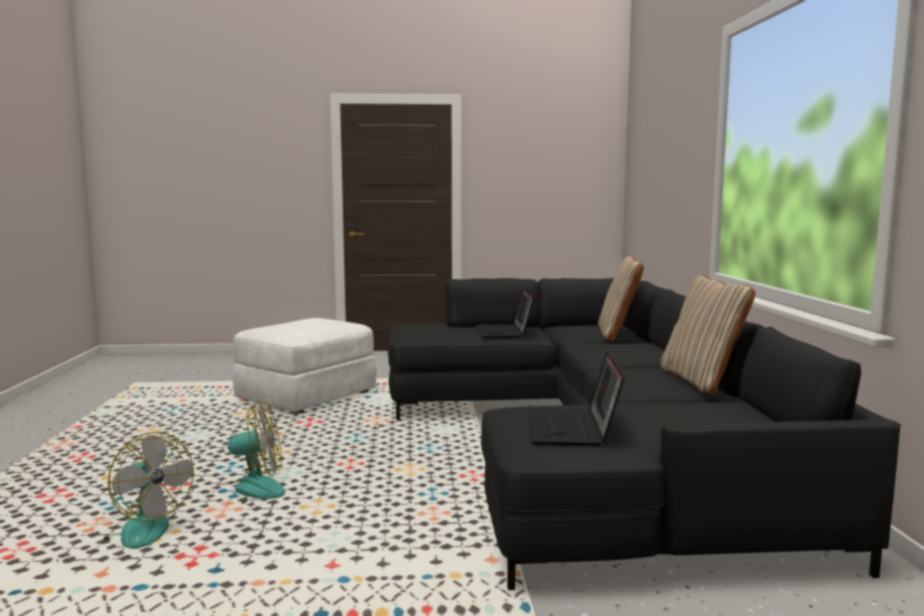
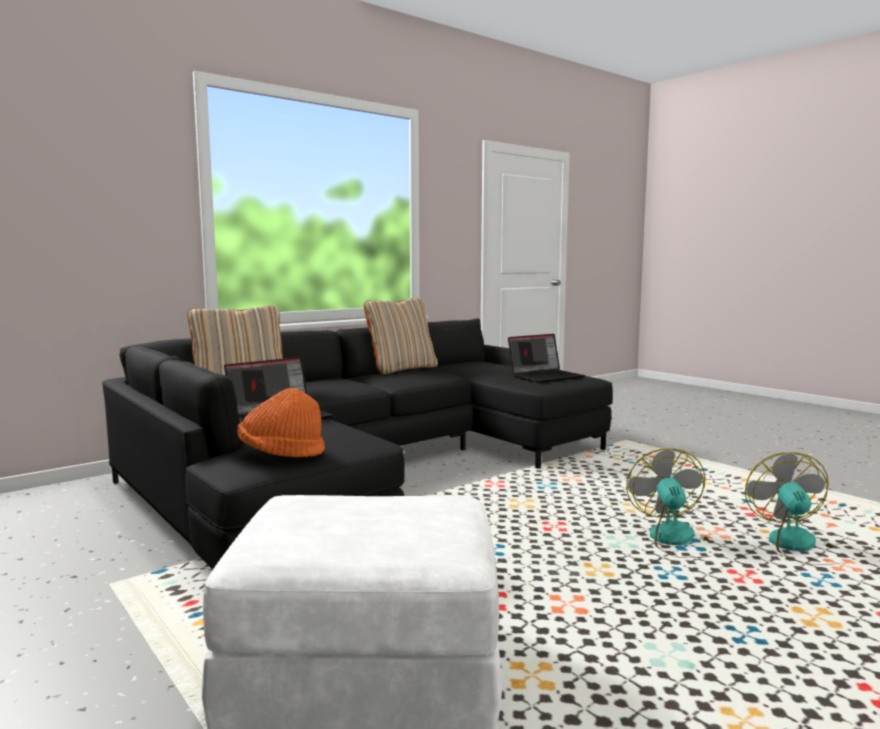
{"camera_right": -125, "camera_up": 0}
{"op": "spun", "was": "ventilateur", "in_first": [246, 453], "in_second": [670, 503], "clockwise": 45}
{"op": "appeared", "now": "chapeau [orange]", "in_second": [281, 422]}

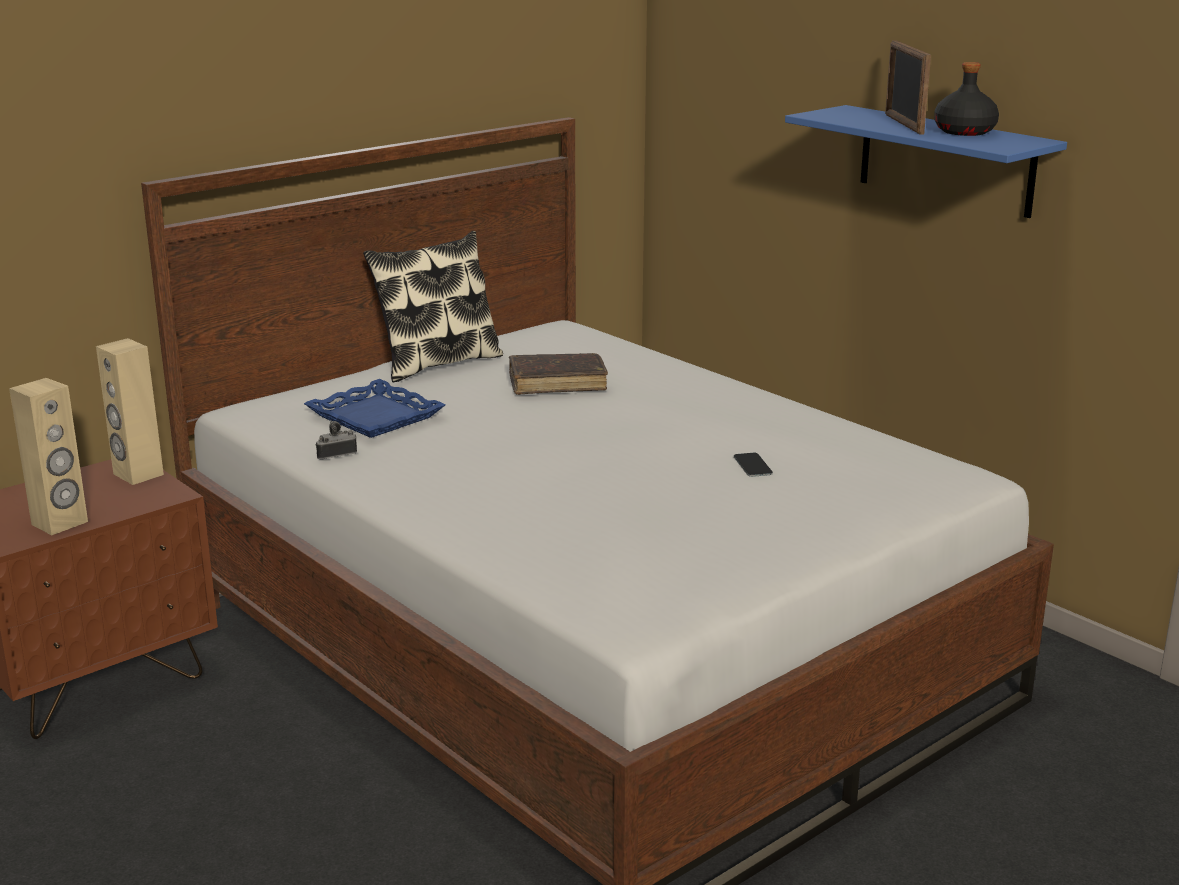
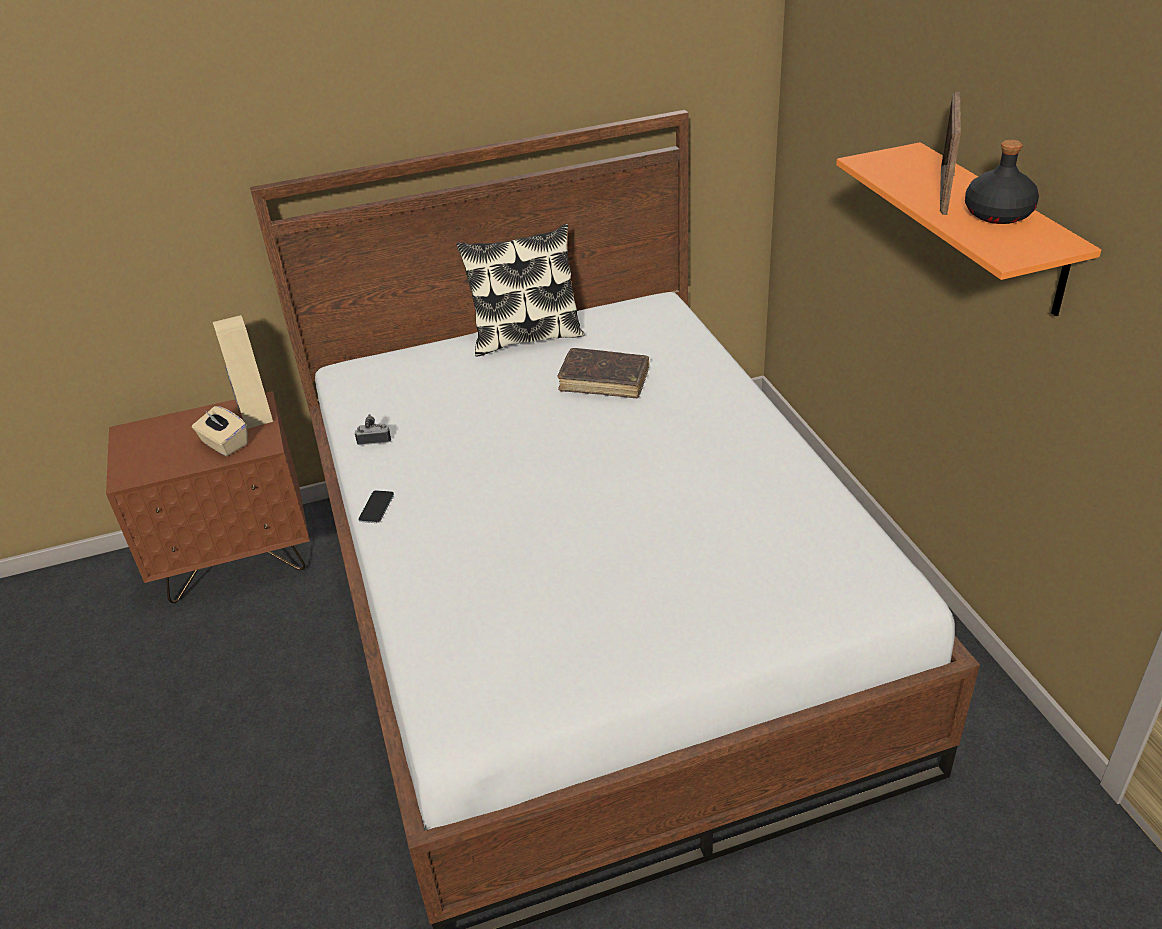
{"camera_right": 25, "camera_up": 15}
{"op": "missing", "was": "enceinte [beige]", "in_first": [48, 456]}
{"op": "missing", "was": "plateau [bleu]", "in_first": [374, 408]}
{"op": "relocated", "was": "téléphone", "in_first": [753, 465], "in_second": [376, 506]}
{"op": "colour", "was": "étagère [bleu]", "now": "étagère [orange]", "in_first": [926, 161], "in_second": [968, 229]}
{"op": "appeared", "now": "boîte à mouchoirs [beige]", "in_second": [220, 431]}

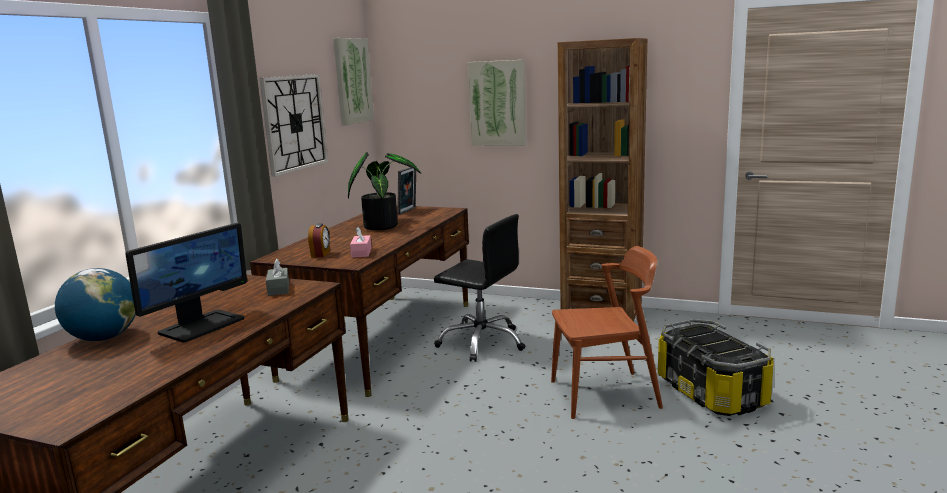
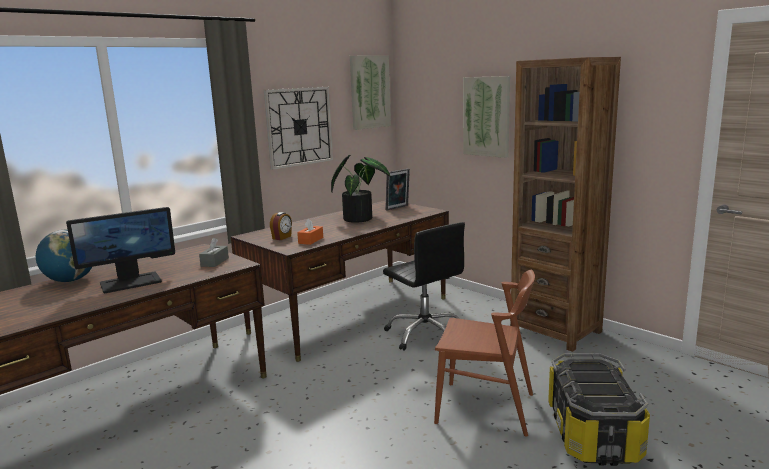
{"camera_right": 25, "camera_up": 0}
{"op": "colour", "was": "boîte à mouchoirs [rose]", "now": "boîte à mouchoirs [orange]", "in_first": [360, 242], "in_second": [310, 231]}

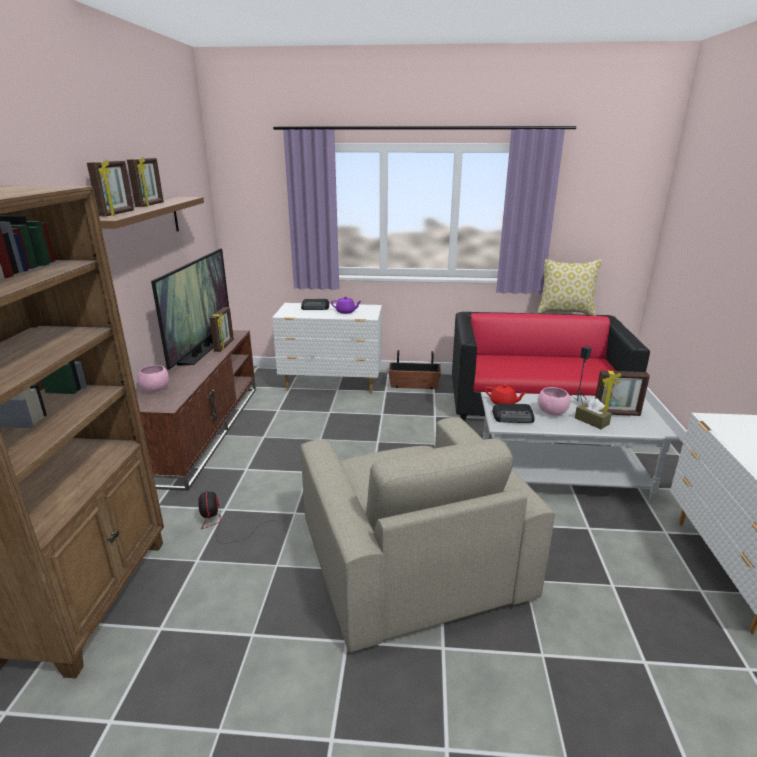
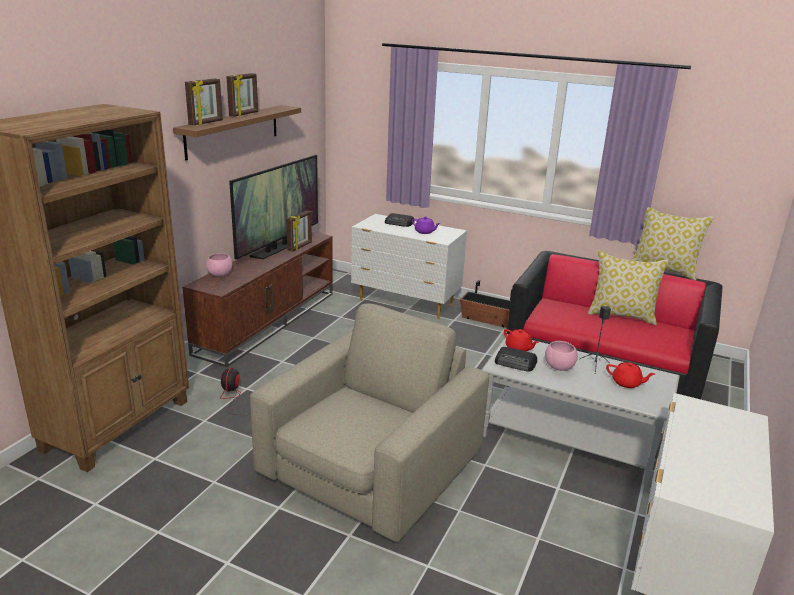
{"camera_right": 20, "camera_up": 0}
{"op": "spun", "was": "fauteuil [beige]", "in_first": [427, 534], "in_second": [369, 422], "clockwise": -150}
{"op": "missing", "was": "boîte à mouchoirs [marron]", "in_first": [593, 413]}
{"op": "exchanged", "was": "cadre photo", "now": "théière [rouge]", "in_first": [622, 393], "in_second": [630, 375]}
{"op": "appeared", "now": "coussin", "in_second": [628, 288]}

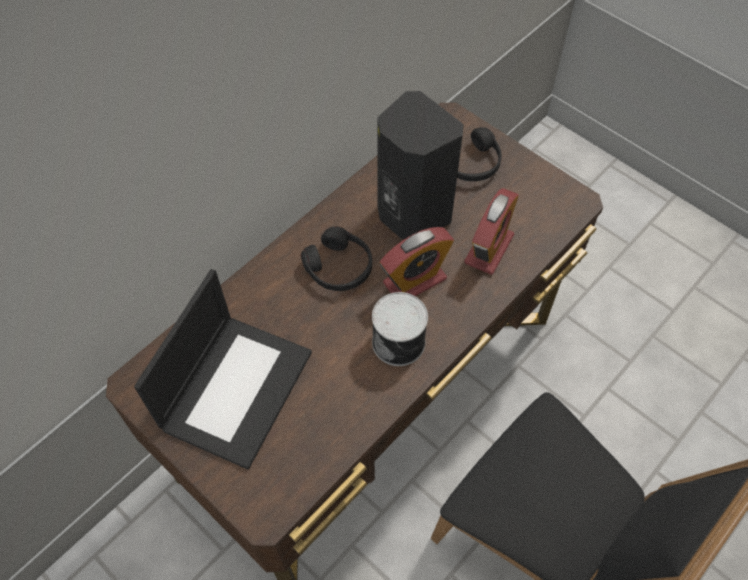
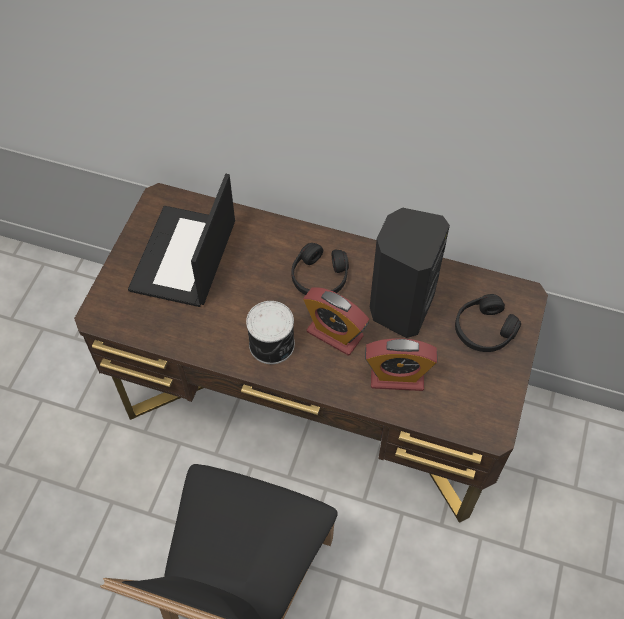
{"camera_right": 65, "camera_up": 0}
{"op": "spun", "was": "ordinateur portable", "in_first": [223, 369], "in_second": [181, 240], "clockwise": 105}

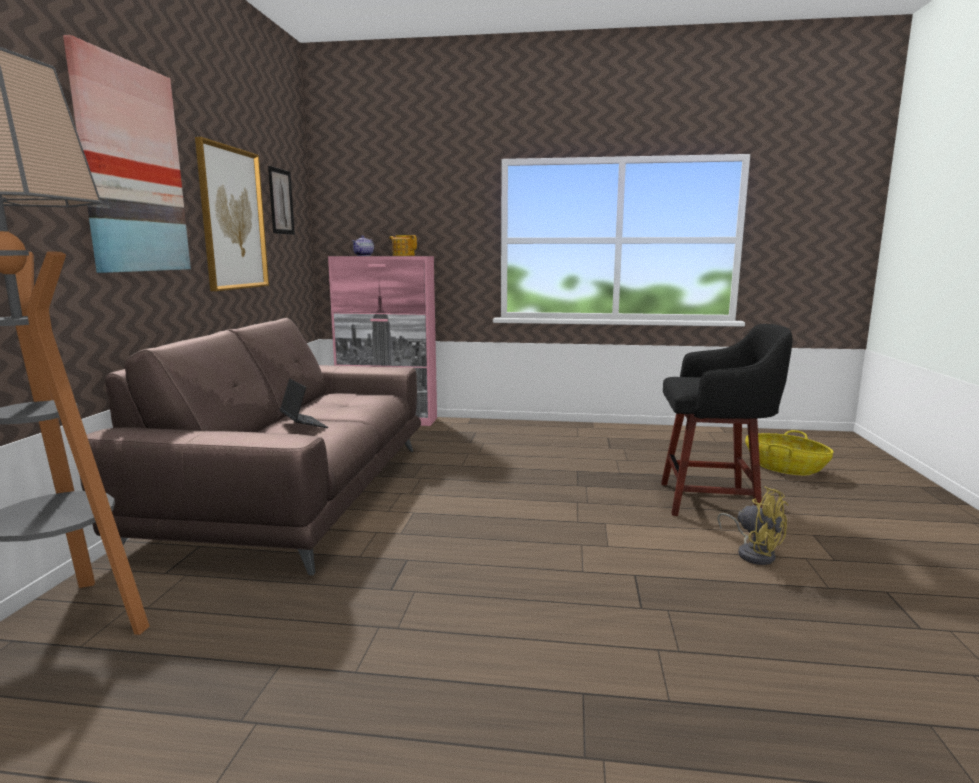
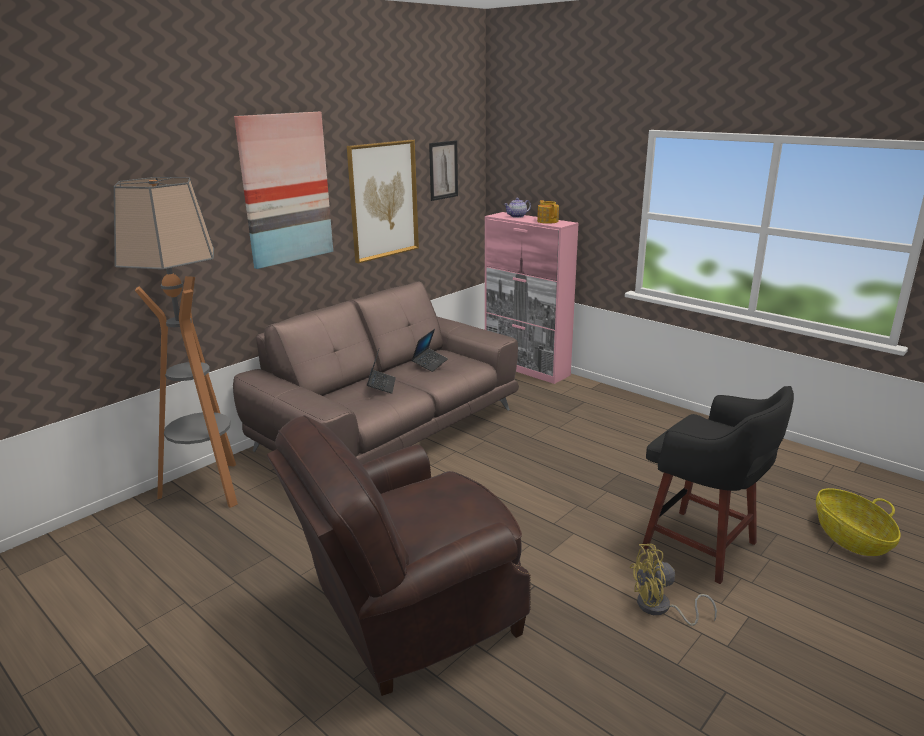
{"camera_right": 35, "camera_up": 10}
{"op": "spun", "was": "ventilateur [jaune]", "in_first": [753, 525], "in_second": [673, 585], "clockwise": 90}
{"op": "appeared", "now": "fauteuil [marron]", "in_second": [399, 555]}
{"op": "appeared", "now": "ordinateur portable", "in_second": [429, 350]}

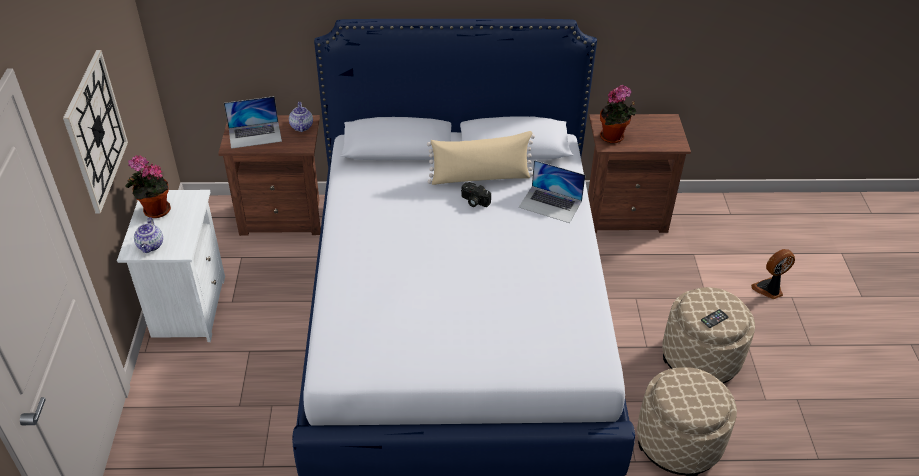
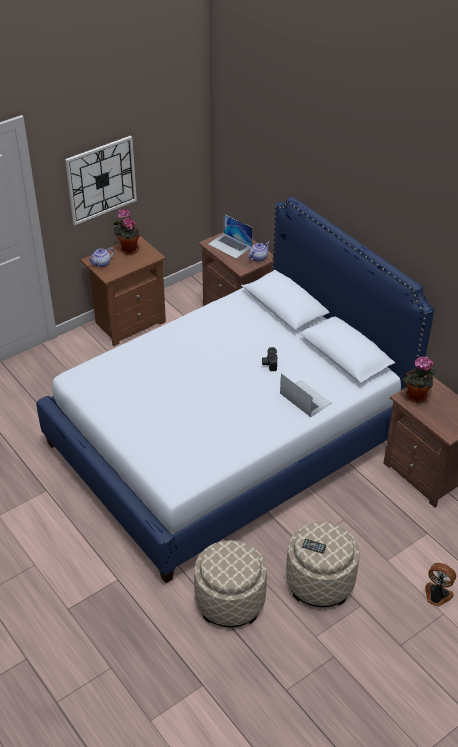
{"camera_right": 55, "camera_up": 0}
{"op": "colour", "was": "table de chevet [blanc]", "now": "table de chevet [marron]", "in_first": [171, 266], "in_second": [123, 291]}
{"op": "missing", "was": "coussin [beige]", "in_first": [481, 158]}
{"op": "spun", "was": "ordinateur portable", "in_first": [552, 191], "in_second": [306, 395], "clockwise": 150}

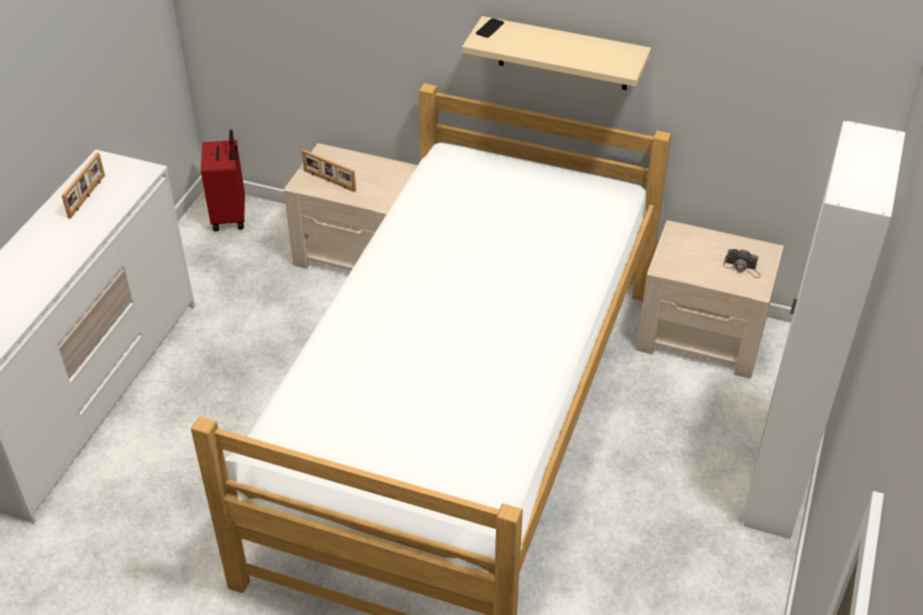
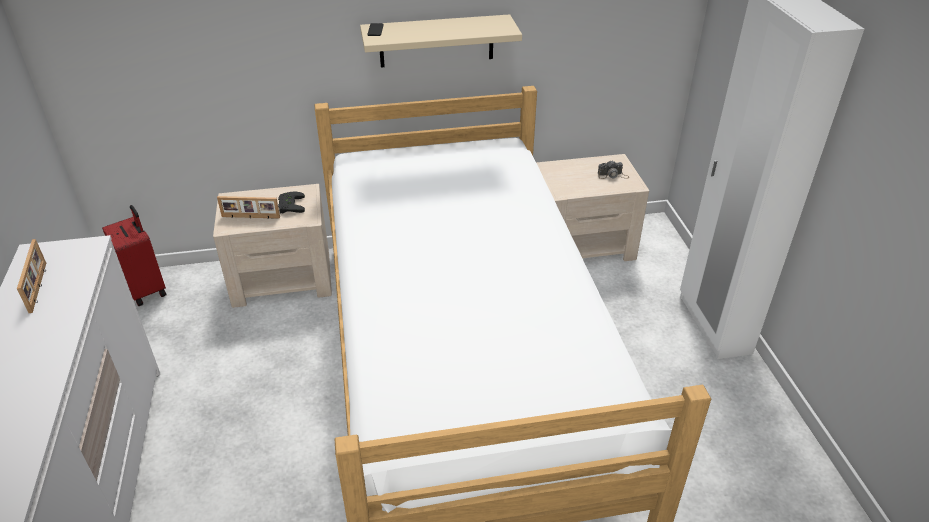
{"camera_right": -30, "camera_up": -5}
{"op": "appeared", "now": "manette [noir]", "in_second": [291, 202]}

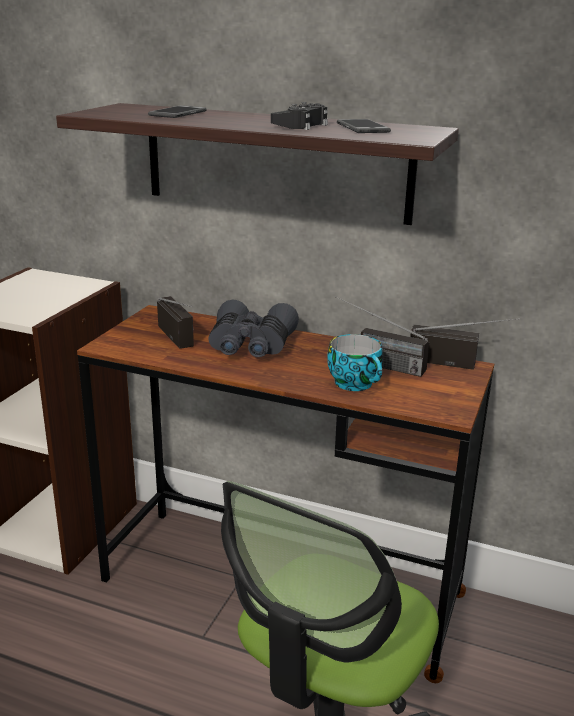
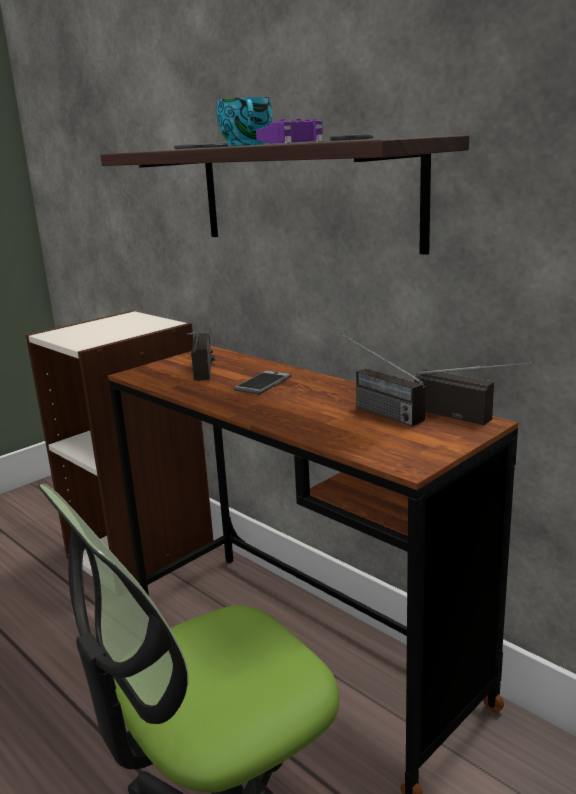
{"camera_right": 25, "camera_up": -5}
{"op": "exchanged", "was": "jumelles [gris]", "now": "téléphone", "in_first": [253, 328], "in_second": [262, 382]}
{"op": "colour", "was": "manette [noir]", "now": "manette [violet]", "in_first": [299, 116], "in_second": [289, 130]}
{"op": "relocated", "was": "tasse", "in_first": [355, 362], "in_second": [244, 121]}

